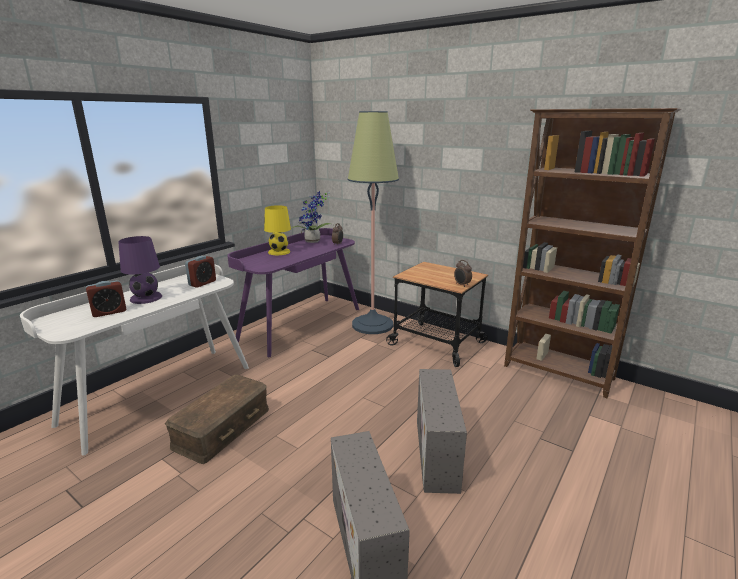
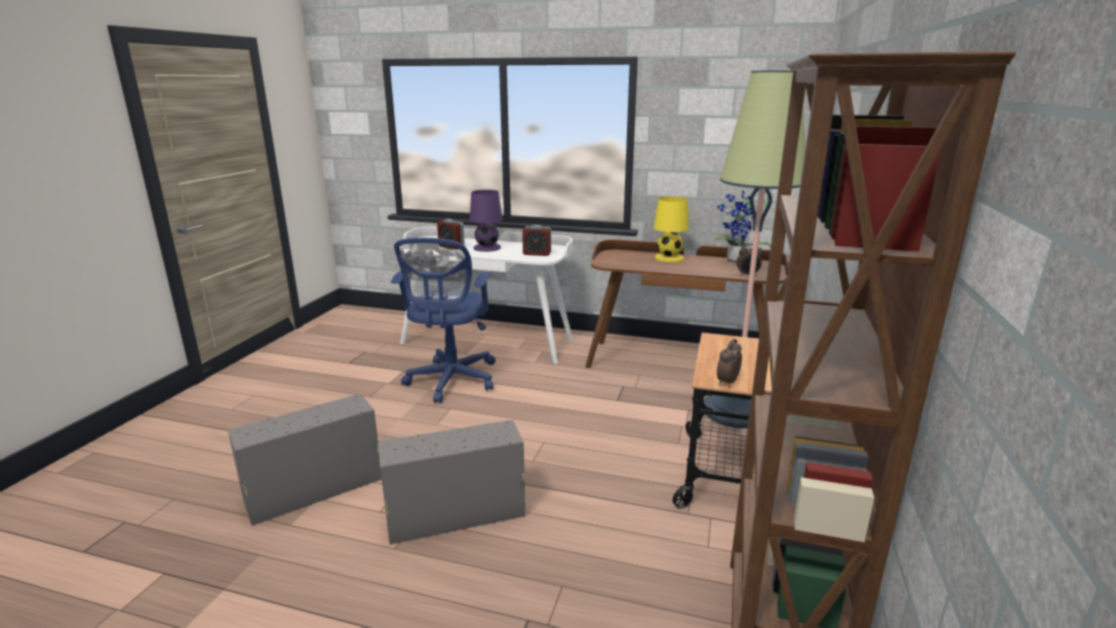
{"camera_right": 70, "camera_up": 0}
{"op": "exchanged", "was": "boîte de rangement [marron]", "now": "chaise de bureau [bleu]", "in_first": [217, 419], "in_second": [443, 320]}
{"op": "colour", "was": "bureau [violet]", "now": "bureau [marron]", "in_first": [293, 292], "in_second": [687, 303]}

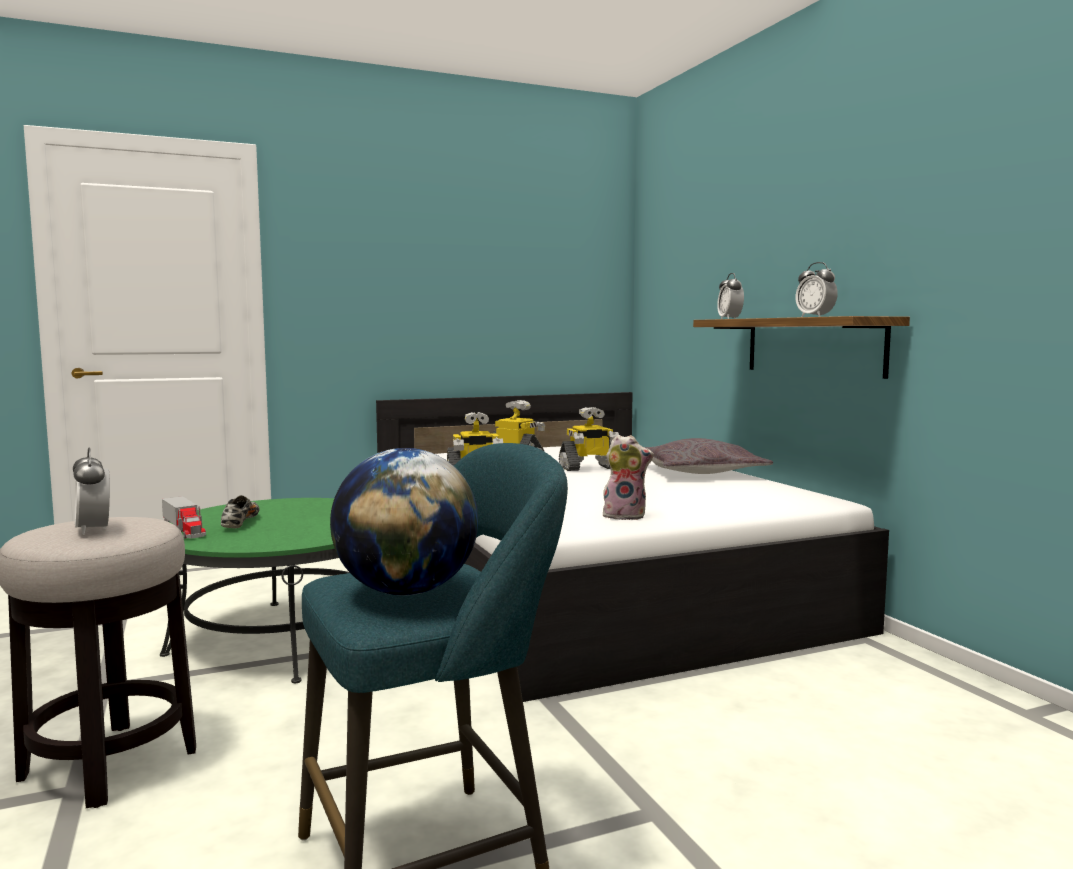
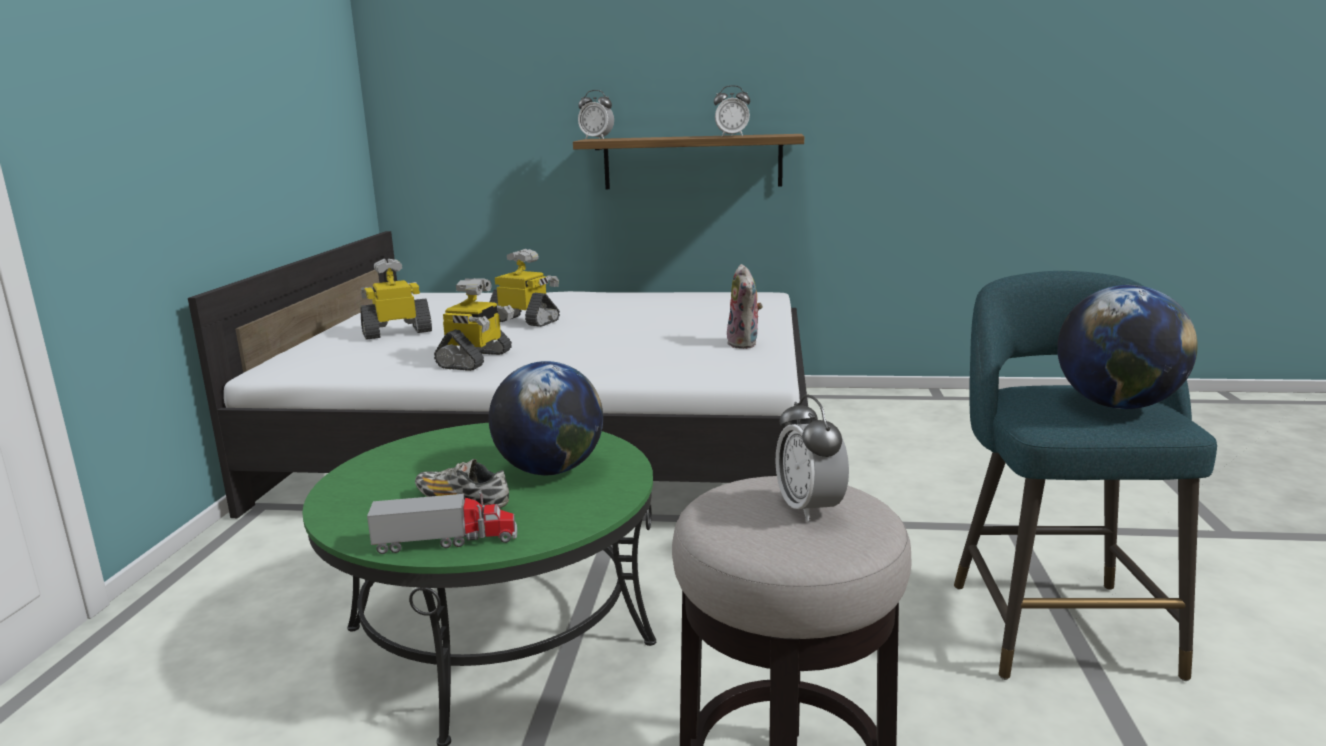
{"camera_right": -60, "camera_up": 10}
{"op": "spun", "was": "réveil", "in_first": [91, 491], "in_second": [812, 458], "clockwise": 75}
{"op": "spun", "was": "robot jouet", "in_first": [589, 439], "in_second": [525, 288], "clockwise": -75}
{"op": "spun", "was": "peluche", "in_first": [628, 477], "in_second": [745, 306], "clockwise": 135}
{"op": "missing", "was": "coussin [gris]", "in_first": [709, 456]}
{"op": "appeared", "now": "globe", "in_second": [546, 418]}

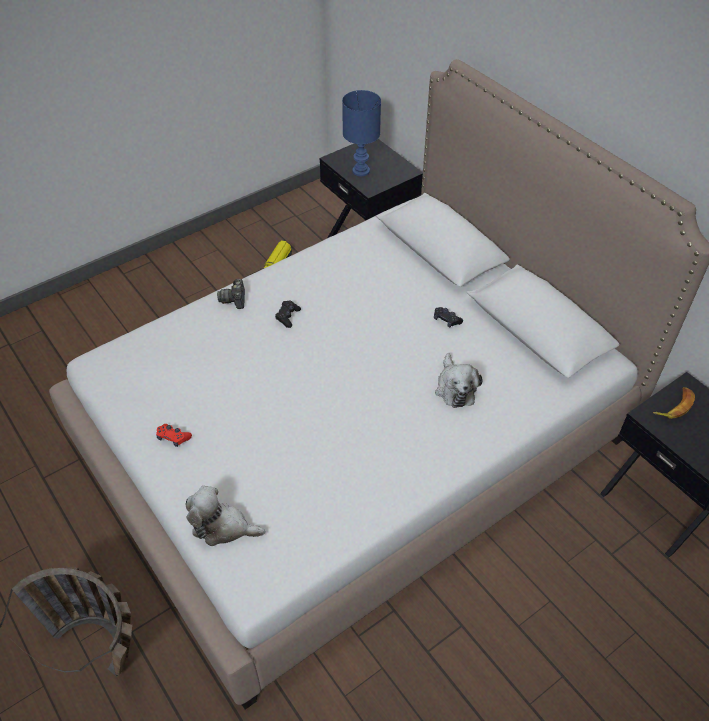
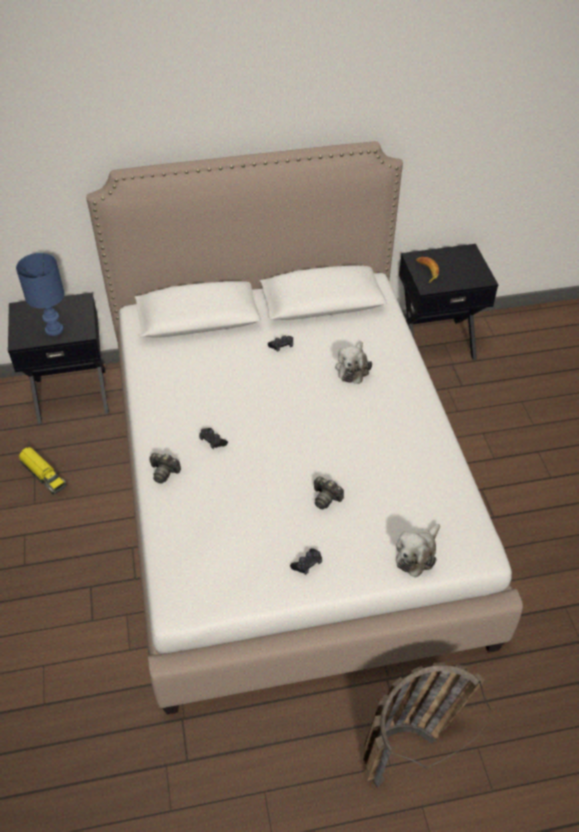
{"camera_right": -65, "camera_up": 0}
{"op": "colour", "was": "manette [rouge]", "now": "manette [noir]", "in_first": [174, 435], "in_second": [306, 561]}
{"op": "spun", "was": "peluche", "in_first": [459, 380], "in_second": [353, 362], "clockwise": 90}
{"op": "appeared", "now": "appareil photo", "in_second": [329, 493]}

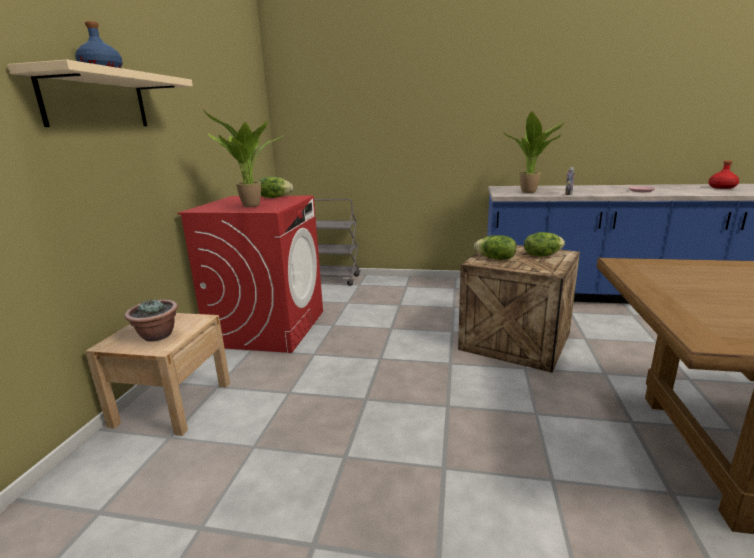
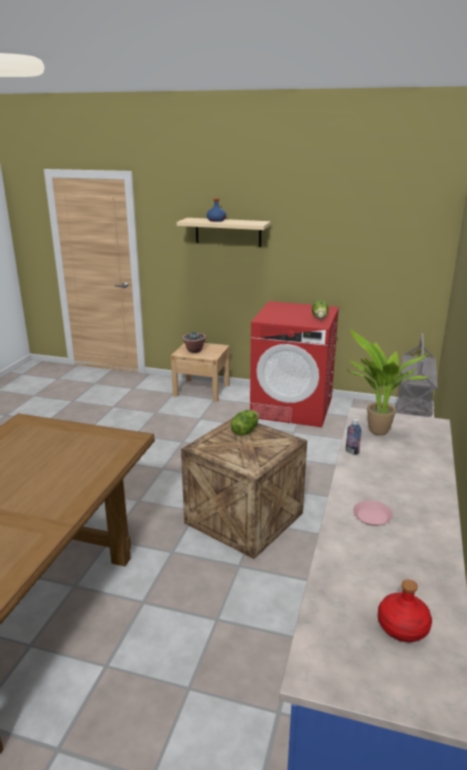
{"camera_right": 95, "camera_up": 5}
{"op": "missing", "was": "plante en pot", "in_first": [244, 158]}
{"op": "missing", "was": "laitue", "in_first": [544, 244]}

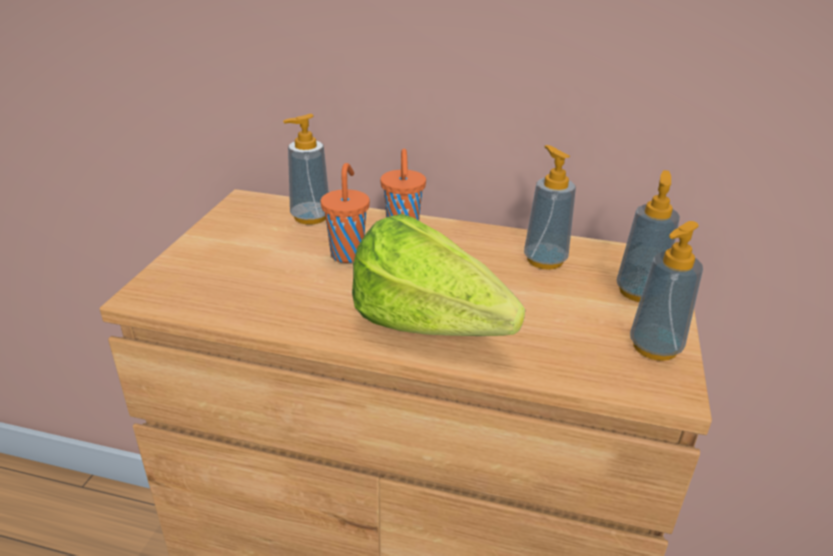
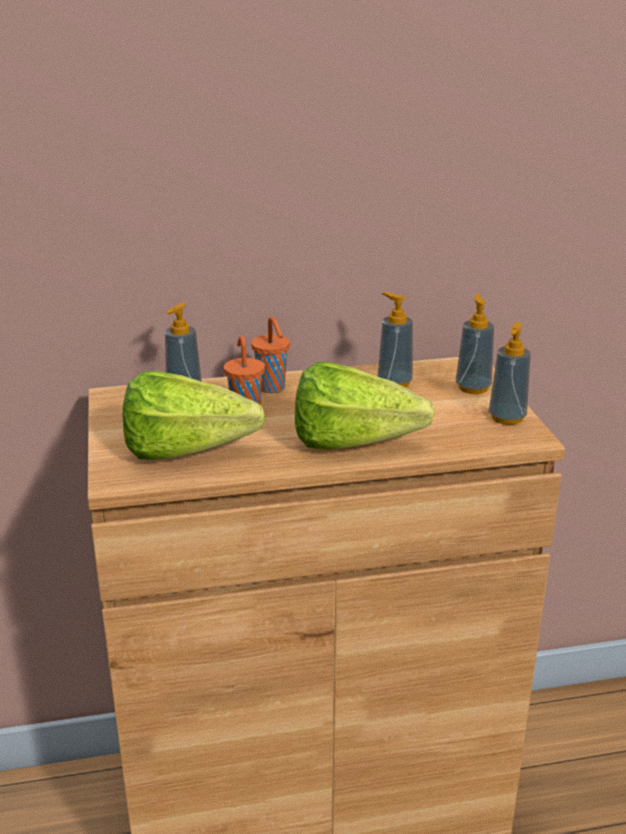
{"camera_right": -25, "camera_up": -5}
{"op": "appeared", "now": "laitue", "in_second": [193, 415]}

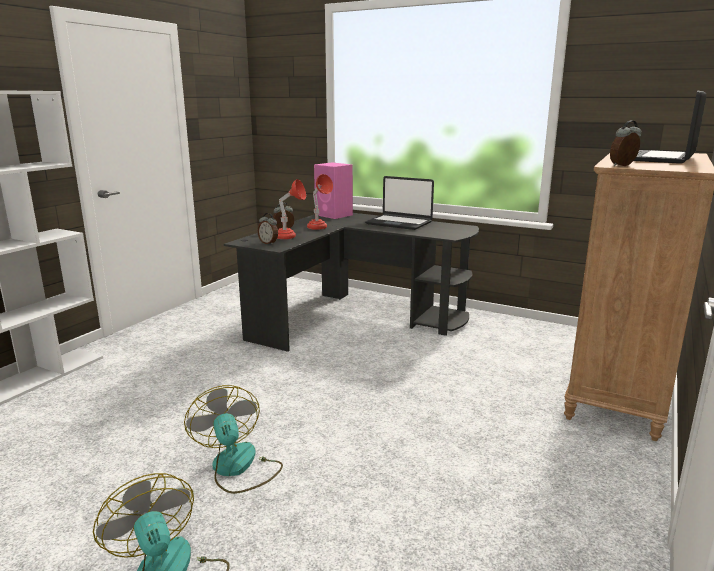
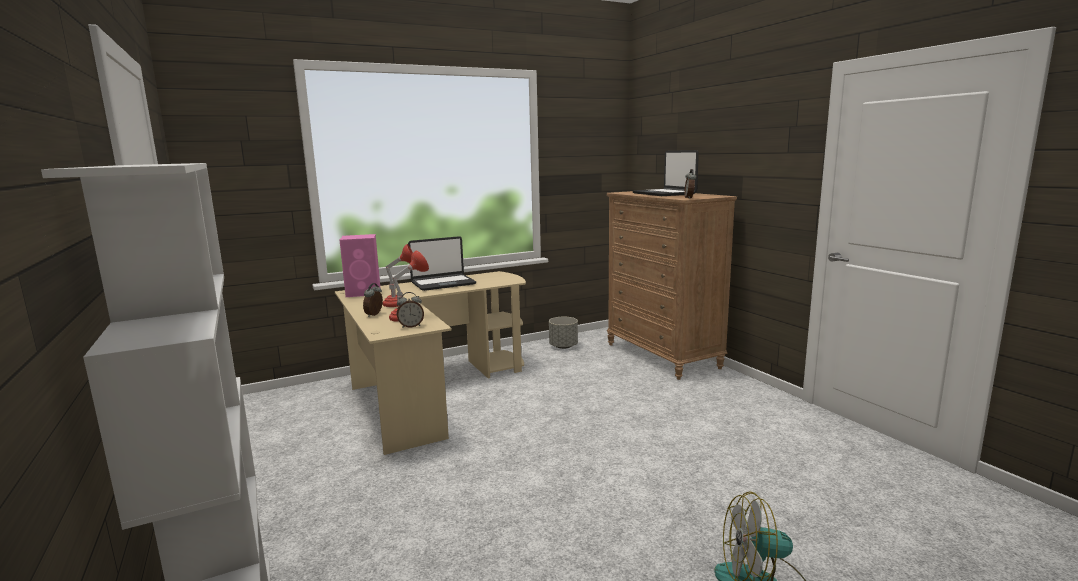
{"camera_right": -55, "camera_up": -5}
{"op": "missing", "was": "ventilateur", "in_first": [233, 439]}
{"op": "colour", "was": "bureau [noir]", "now": "bureau [beige]", "in_first": [351, 282], "in_second": [430, 363]}
{"op": "appeared", "now": "cache-pot [gris]", "in_second": [563, 333]}

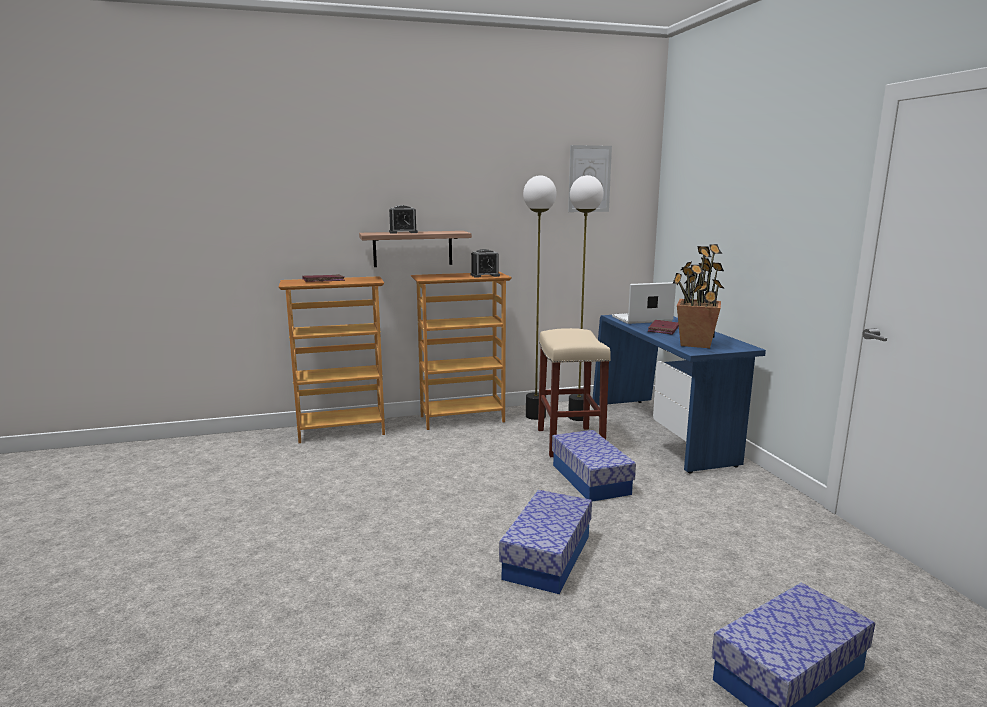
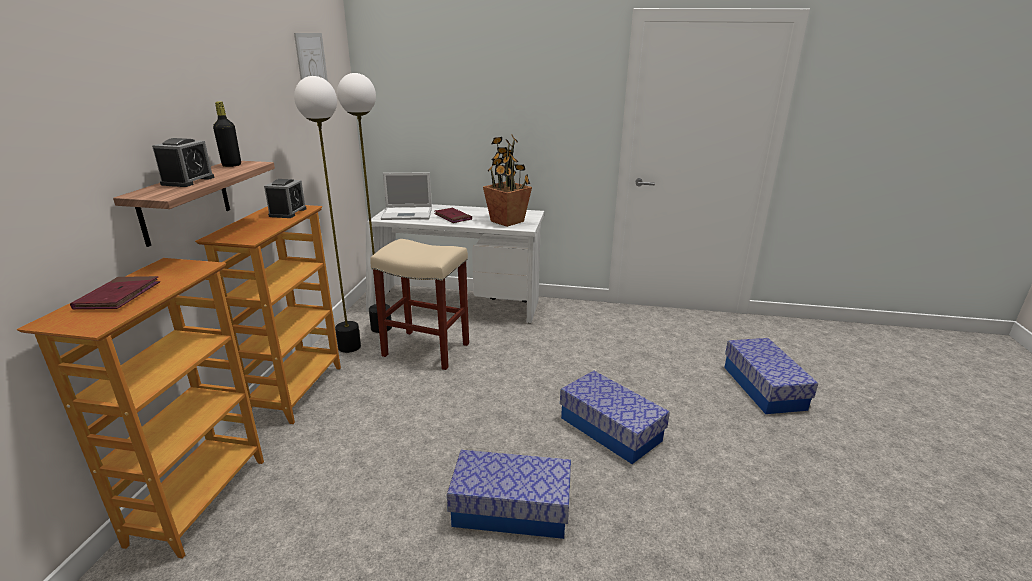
{"camera_right": -65, "camera_up": 10}
{"op": "relocated", "was": "boîte de rangement", "in_first": [594, 465], "in_second": [509, 494]}
{"op": "colour", "was": "bureau [bleu]", "now": "bureau [blanc]", "in_first": [679, 394], "in_second": [455, 263]}
{"op": "spun", "was": "ordinateur portable", "in_first": [644, 303], "in_second": [406, 196], "clockwise": -105}
{"op": "appeared", "now": "bouteille [noir]", "in_second": [227, 134]}

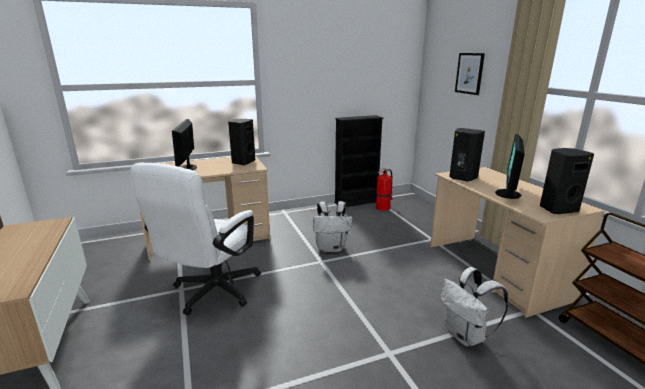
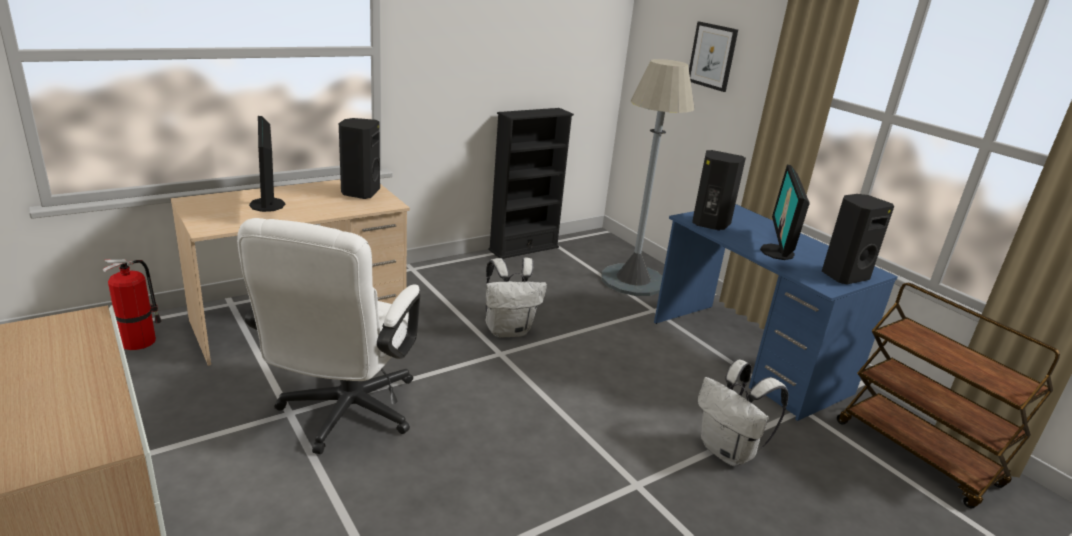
{"camera_right": -15, "camera_up": 5}
{"op": "relocated", "was": "extincteur", "in_first": [384, 189], "in_second": [132, 304]}
{"op": "colour", "was": "bureau [beige]", "now": "bureau [bleu]", "in_first": [517, 242], "in_second": [776, 312]}
{"op": "appeared", "now": "lampadaire [gris]", "in_second": [648, 177]}

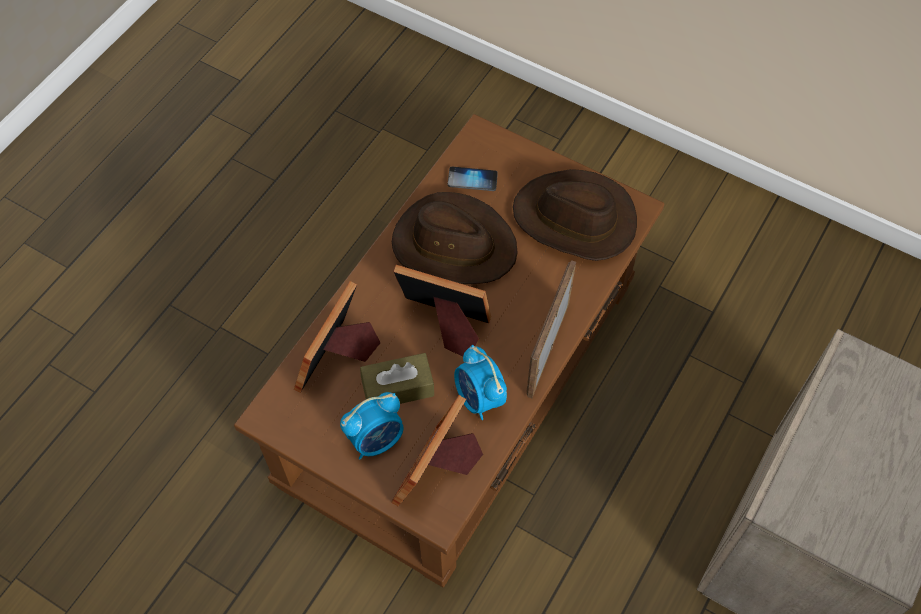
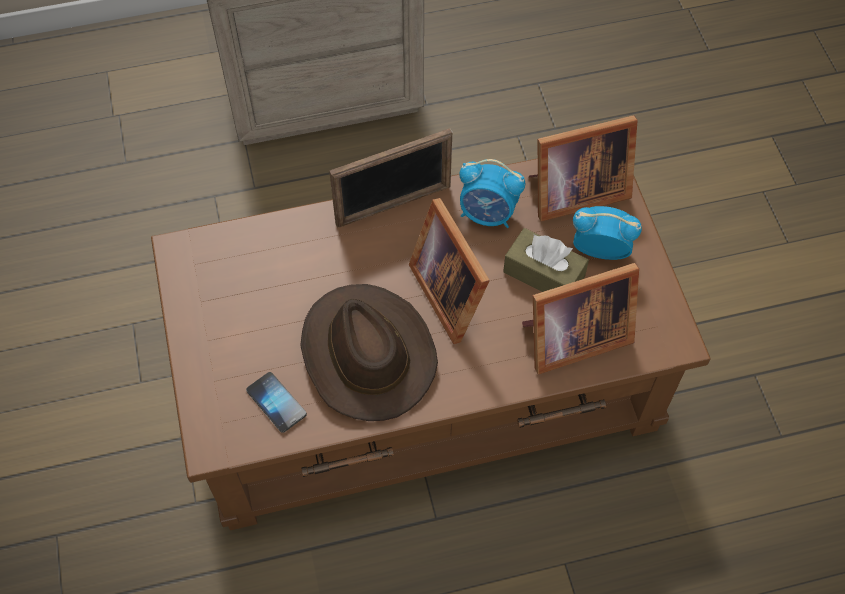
{"camera_right": -135, "camera_up": 0}
{"op": "spun", "was": "réveil", "in_first": [480, 382], "in_second": [492, 193], "clockwise": 90}
{"op": "missing", "was": "chapeau [marron]", "in_first": [575, 215]}

